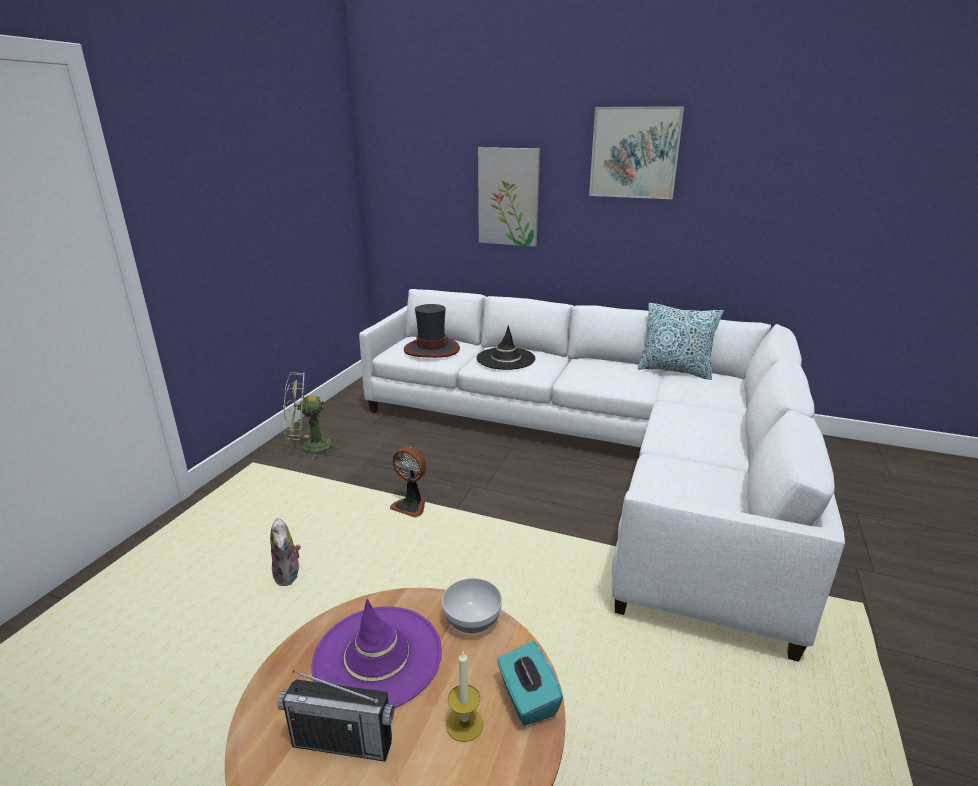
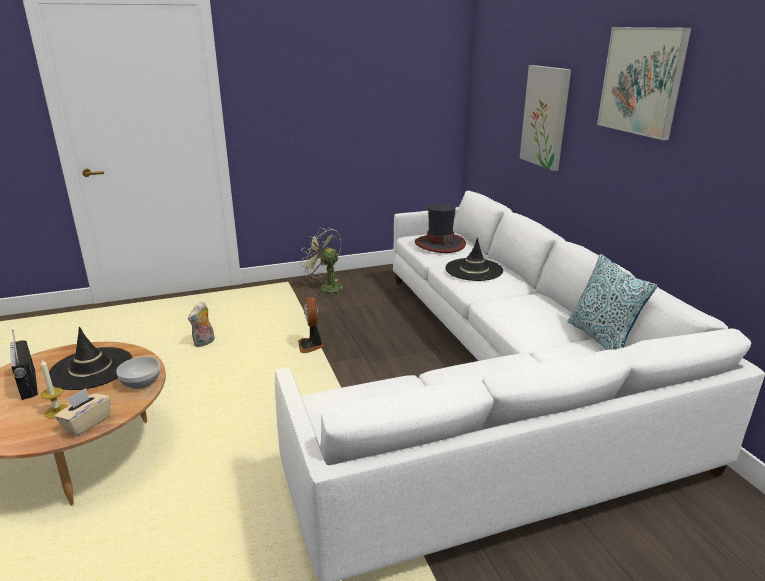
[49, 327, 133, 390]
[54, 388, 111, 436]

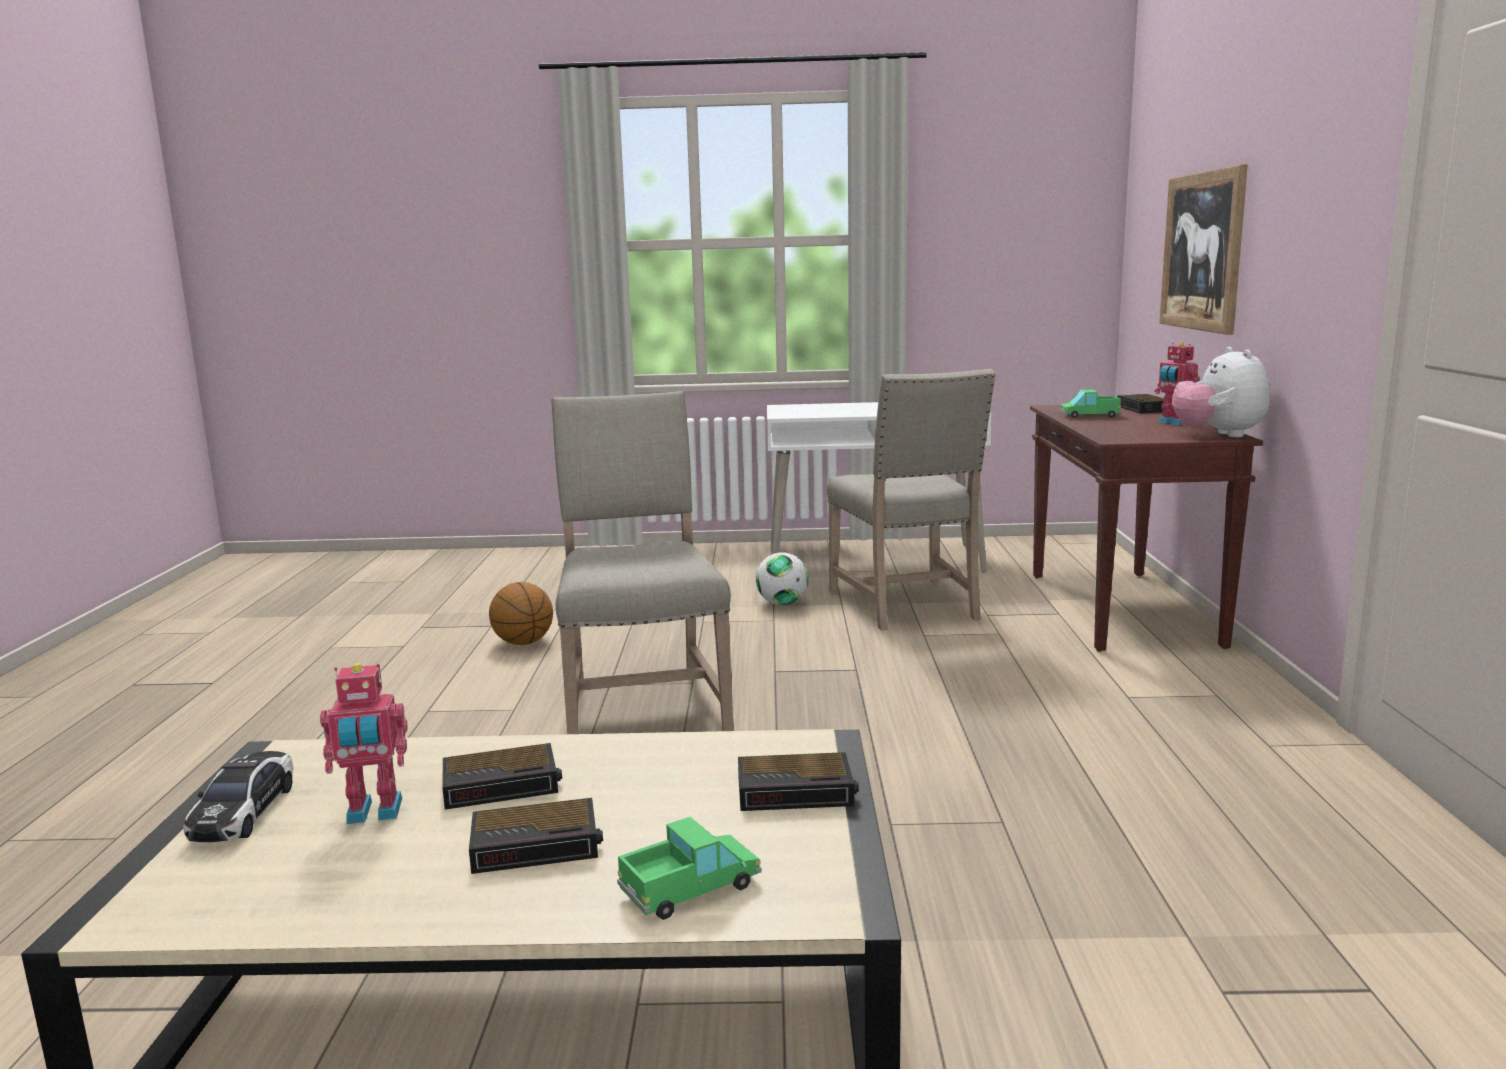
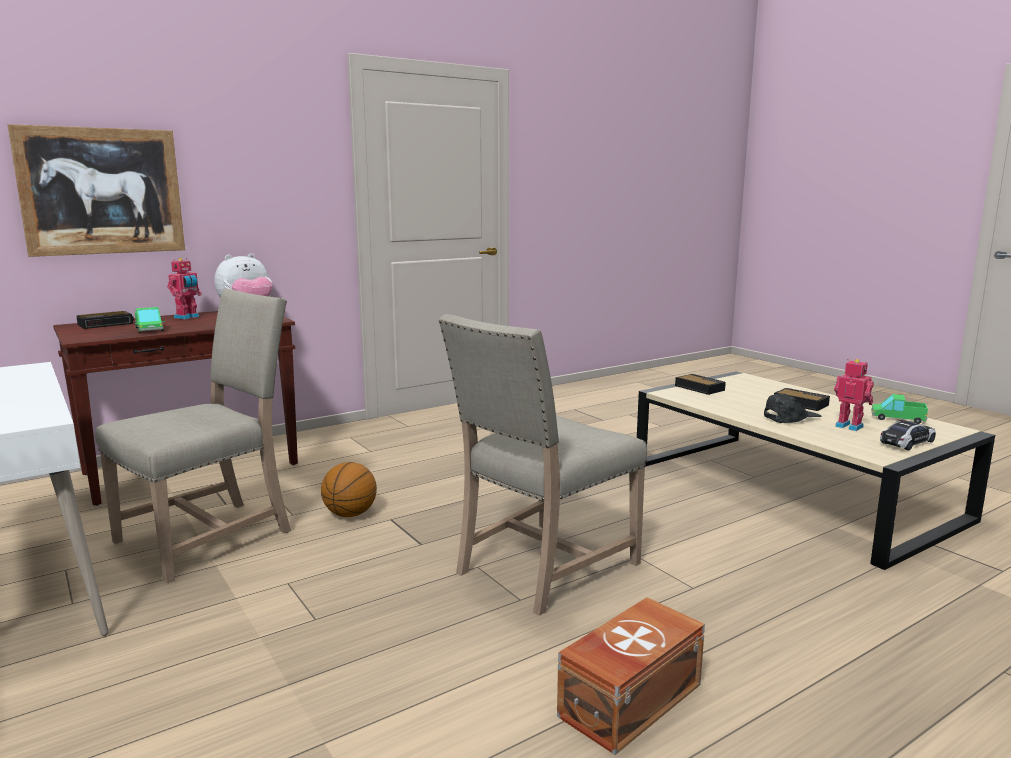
[756, 552, 809, 605] (first image)
[557, 597, 705, 755]
[321, 462, 377, 517]
[871, 394, 928, 424]
[764, 394, 822, 423]

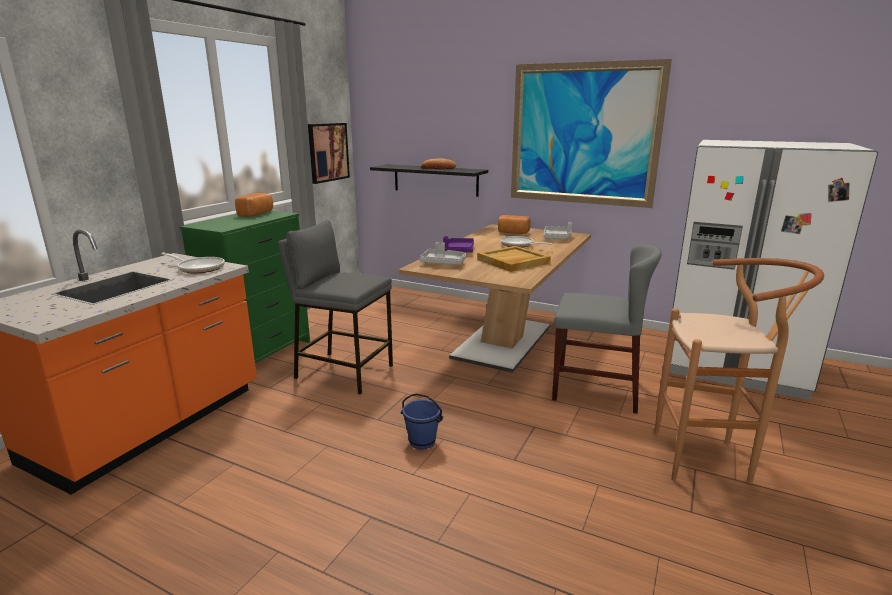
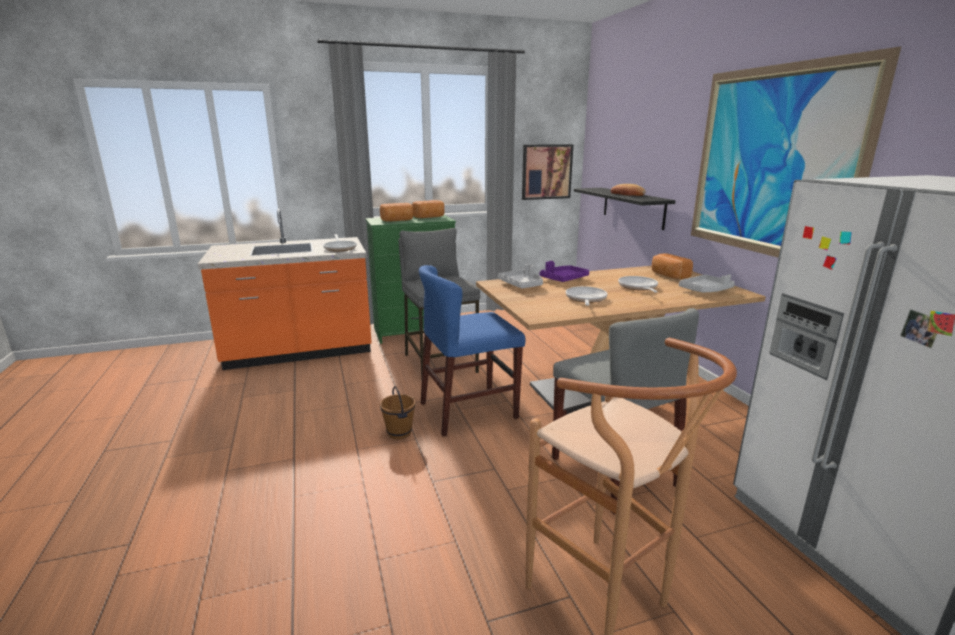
[380, 203, 413, 222]
[419, 265, 526, 436]
[566, 286, 607, 306]
[380, 386, 416, 439]

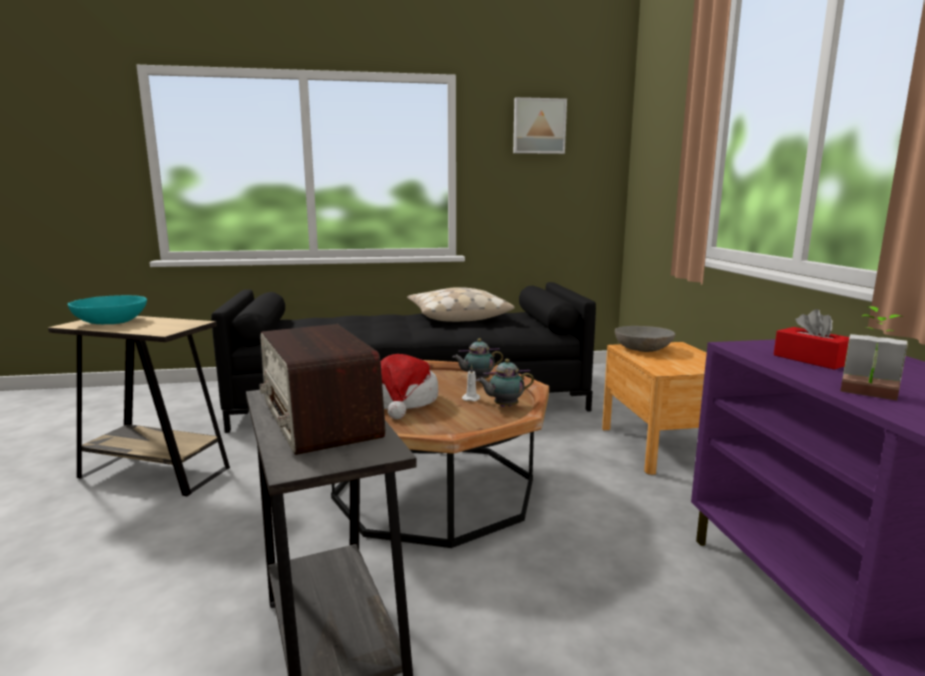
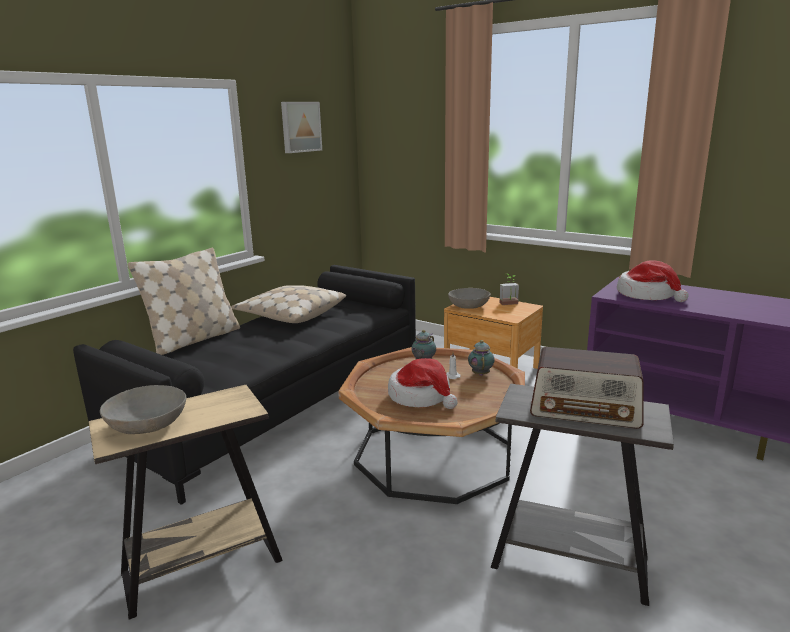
[128, 248, 240, 355]
[500, 274, 519, 305]
[617, 260, 689, 302]
[100, 385, 186, 434]
[468, 340, 495, 376]

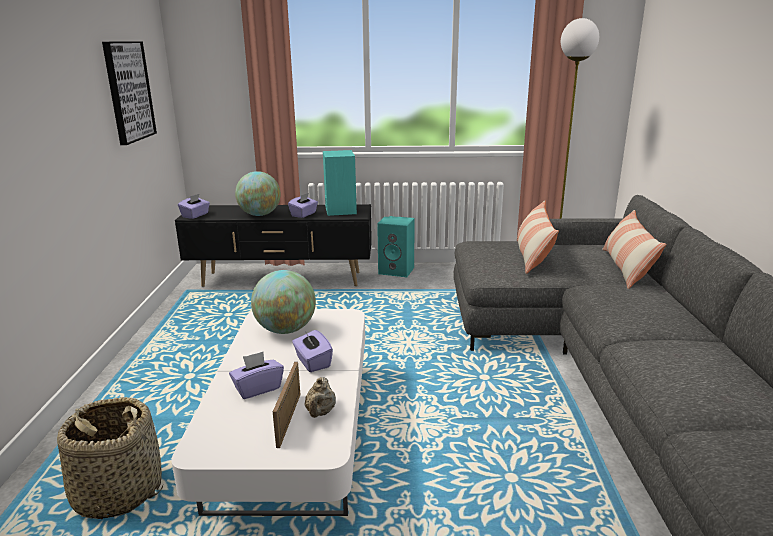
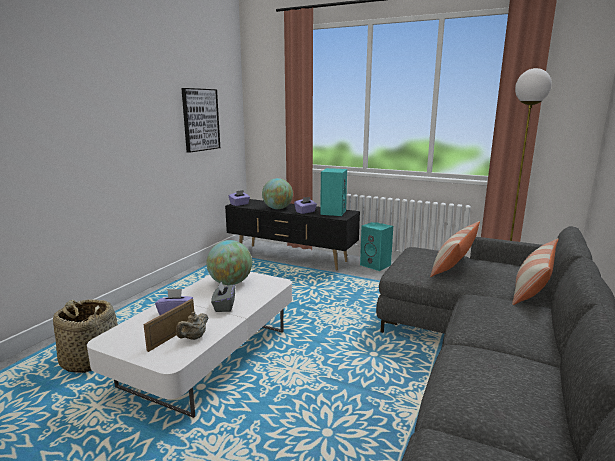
[211, 281, 235, 312]

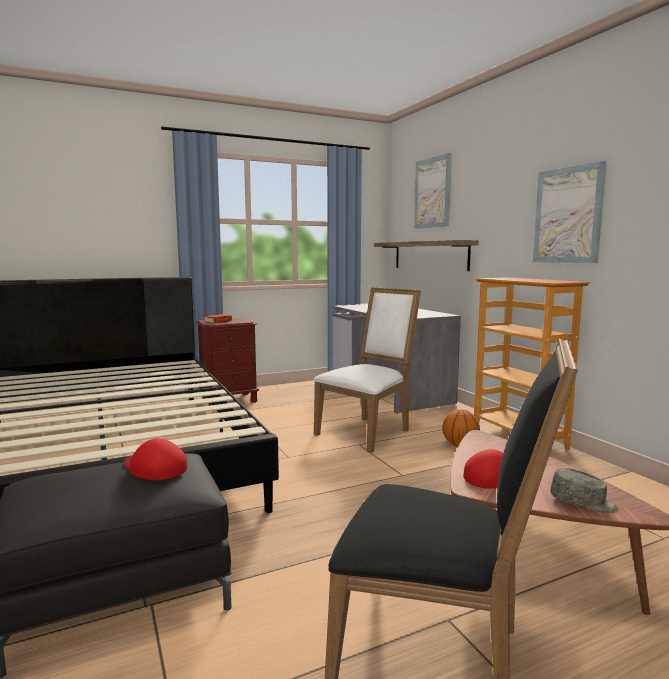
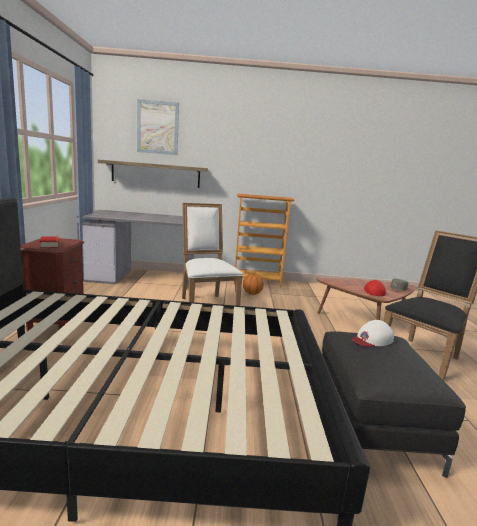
[533, 161, 607, 263] (first image)
[352, 320, 394, 347]

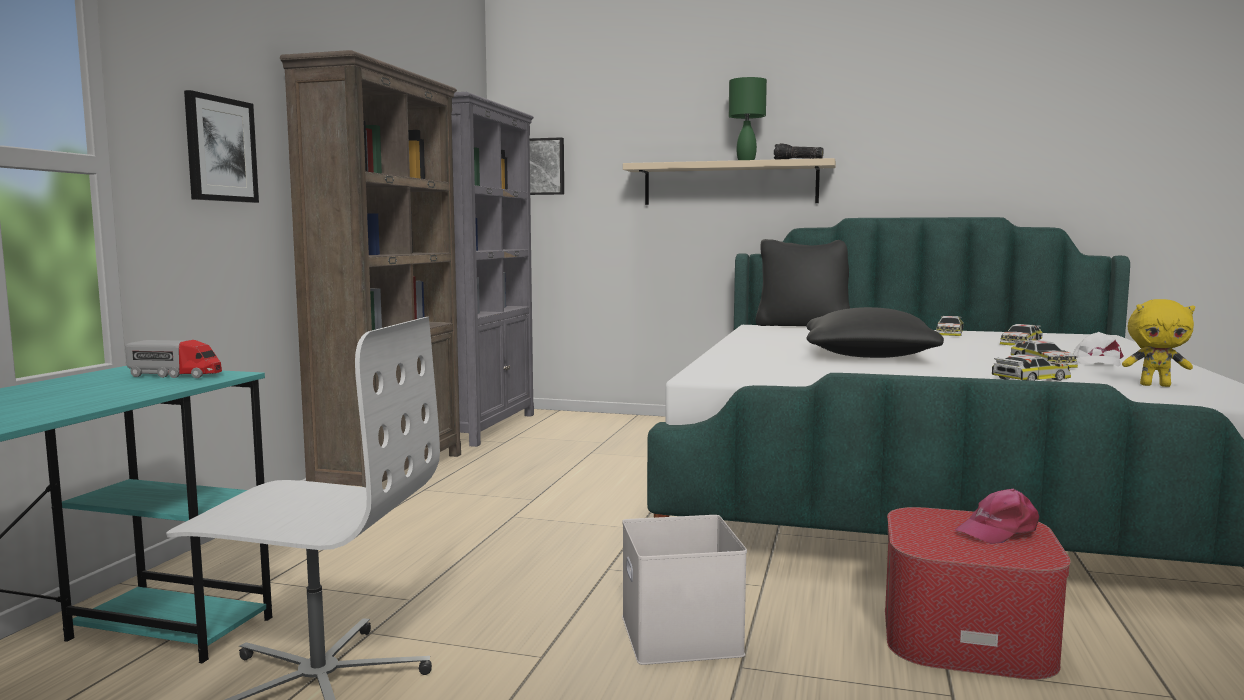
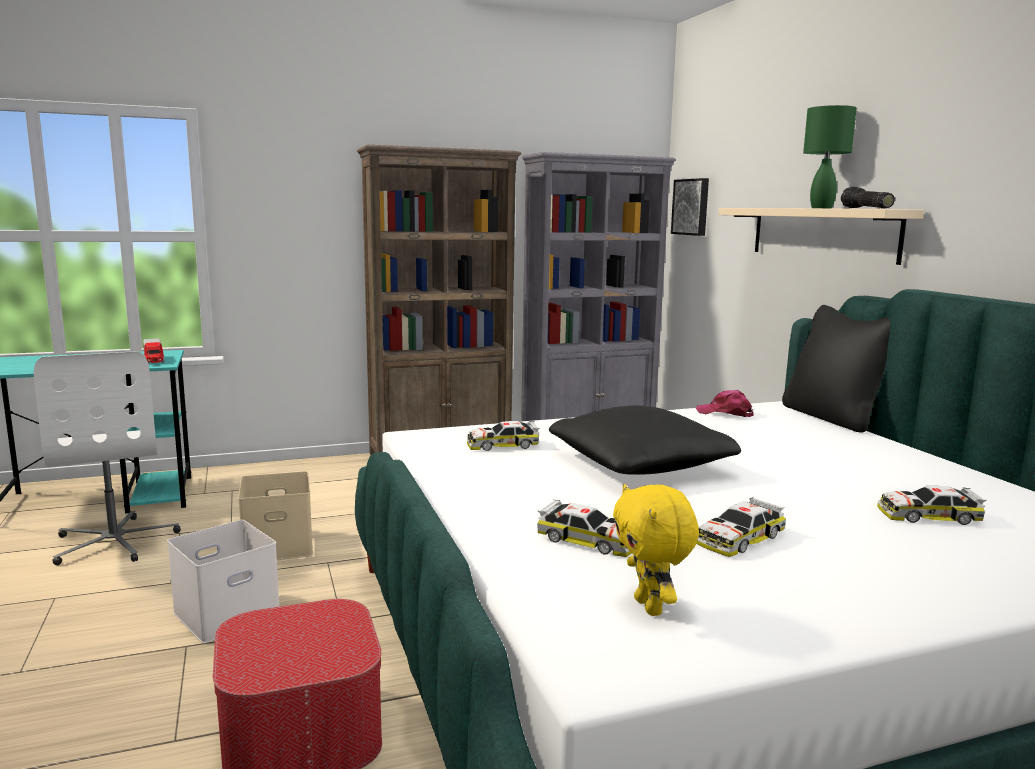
[184, 90, 259, 203] (first image)
[1073, 332, 1124, 367] (first image)
[238, 471, 313, 560]
[467, 421, 540, 451]
[696, 390, 753, 417]

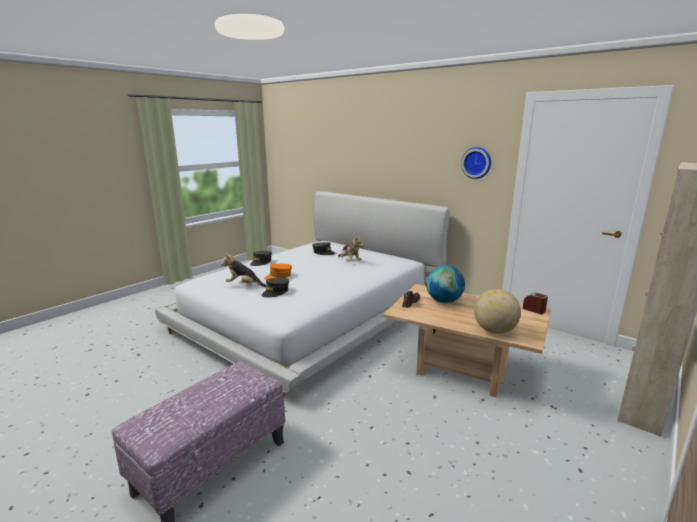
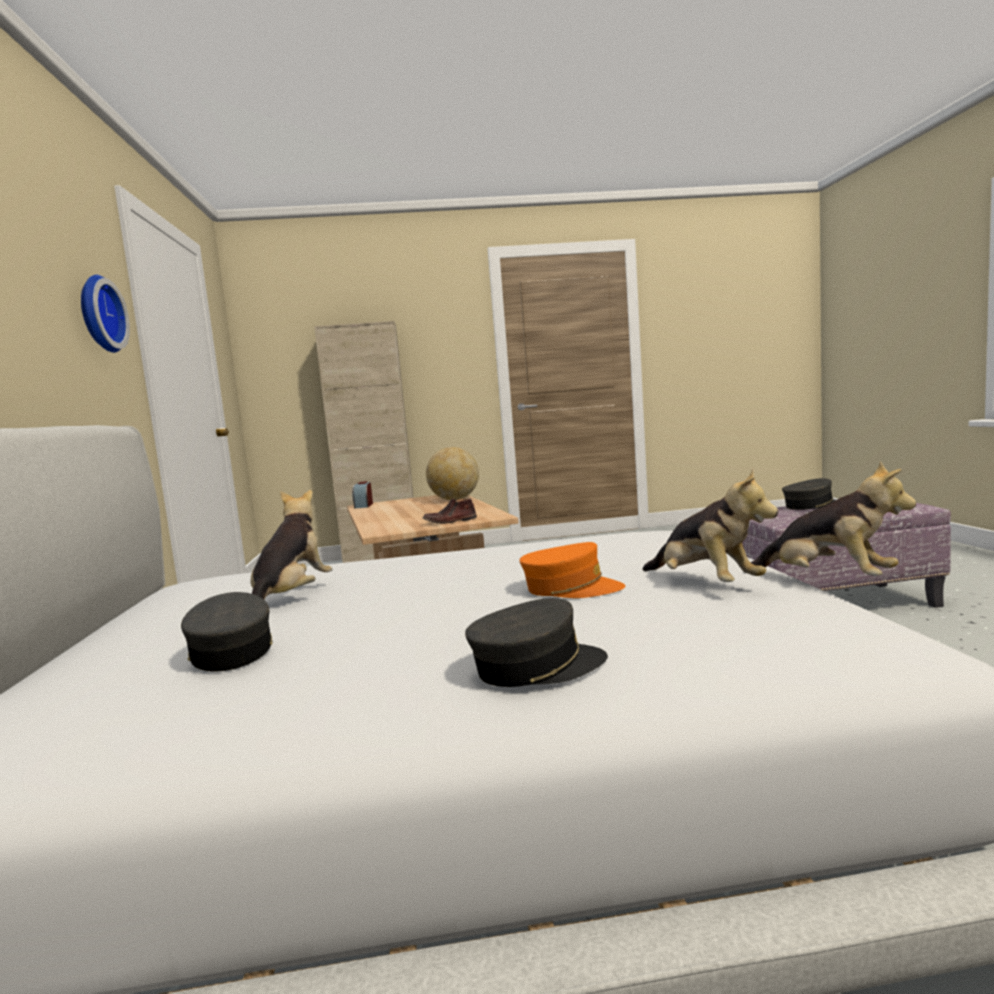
[426, 265, 465, 303] (first image)
[744, 462, 916, 576]
[782, 478, 836, 510]

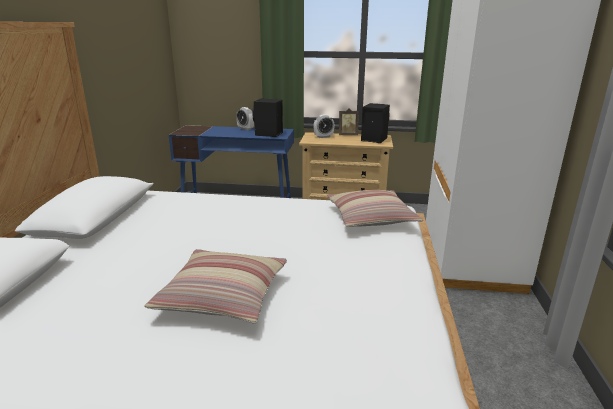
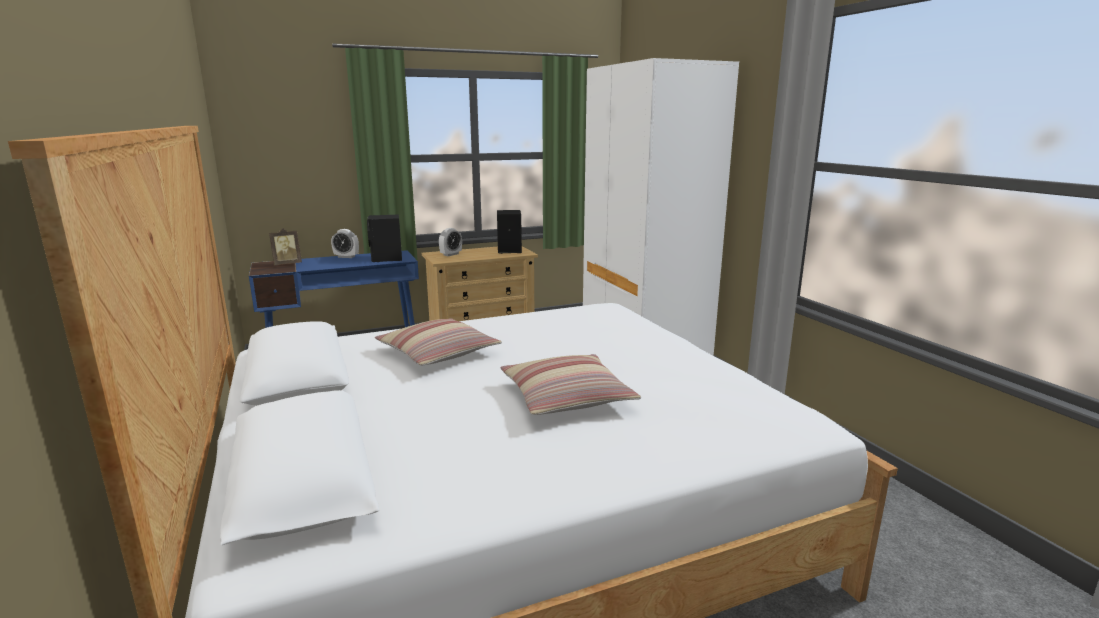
[375, 318, 502, 365]
[269, 228, 302, 265]

